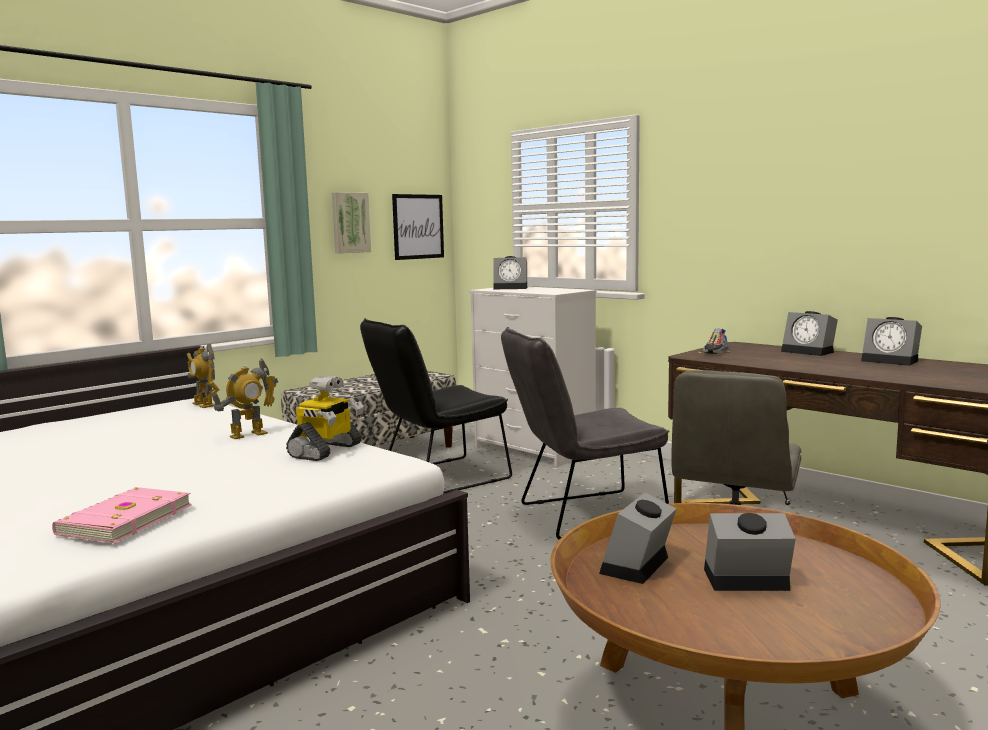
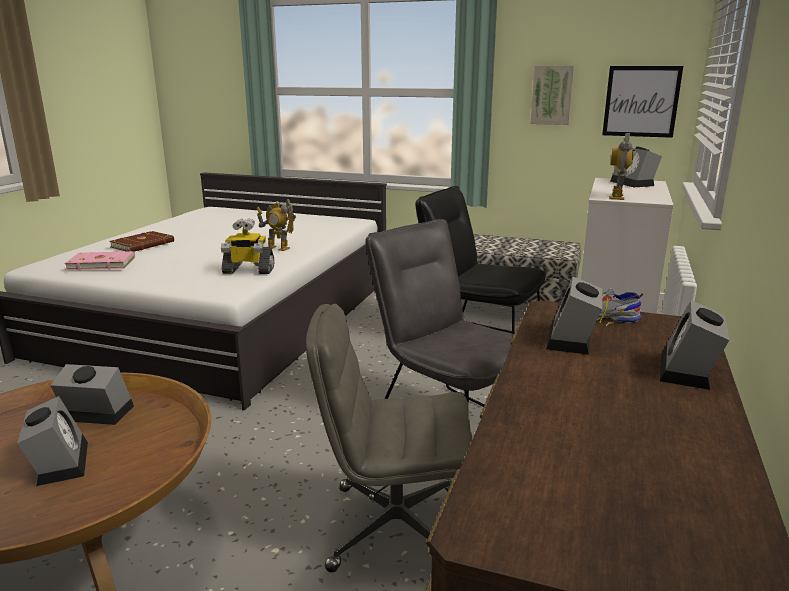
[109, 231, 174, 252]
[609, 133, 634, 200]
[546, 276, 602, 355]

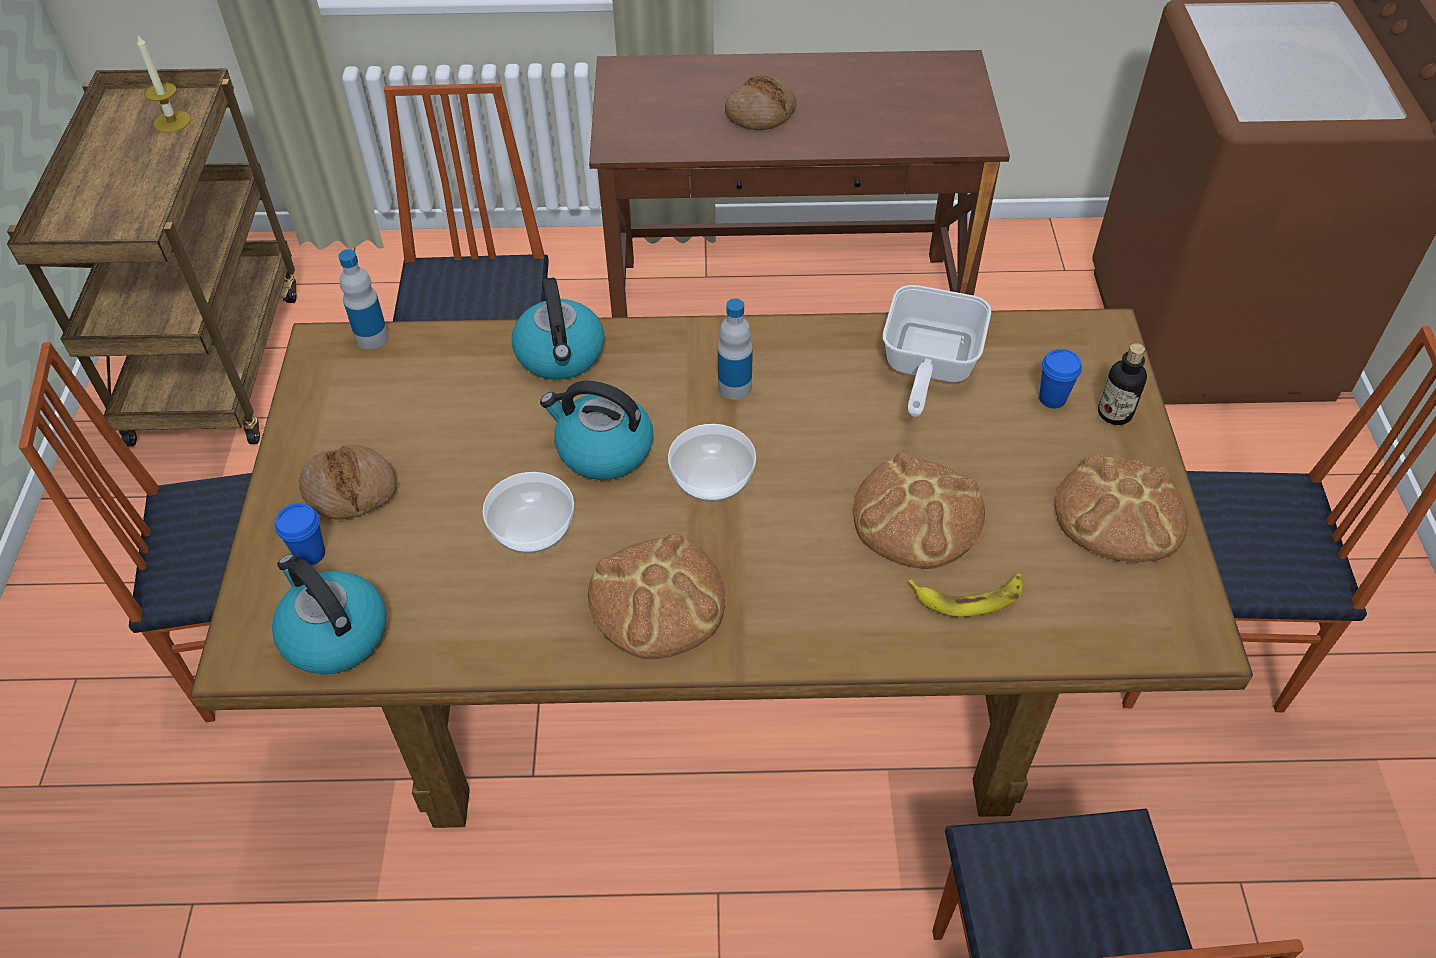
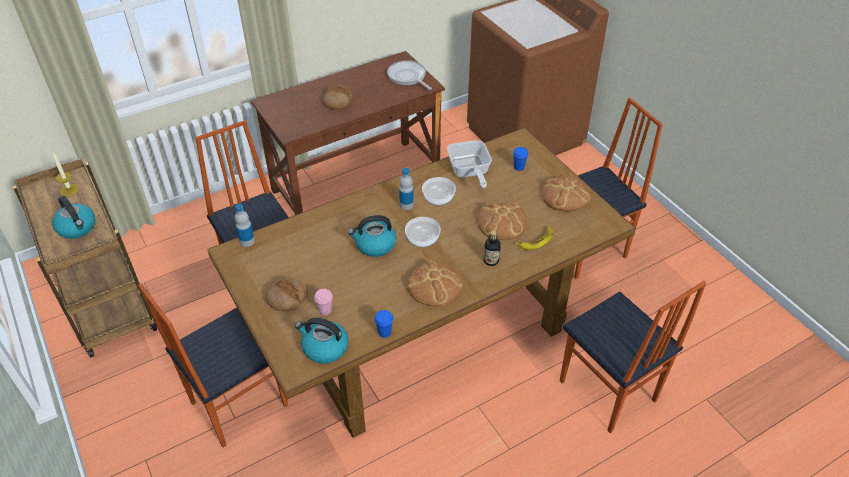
[314, 289, 333, 316]
[387, 61, 432, 90]
[374, 310, 393, 338]
[422, 177, 456, 205]
[52, 196, 95, 239]
[484, 231, 501, 266]

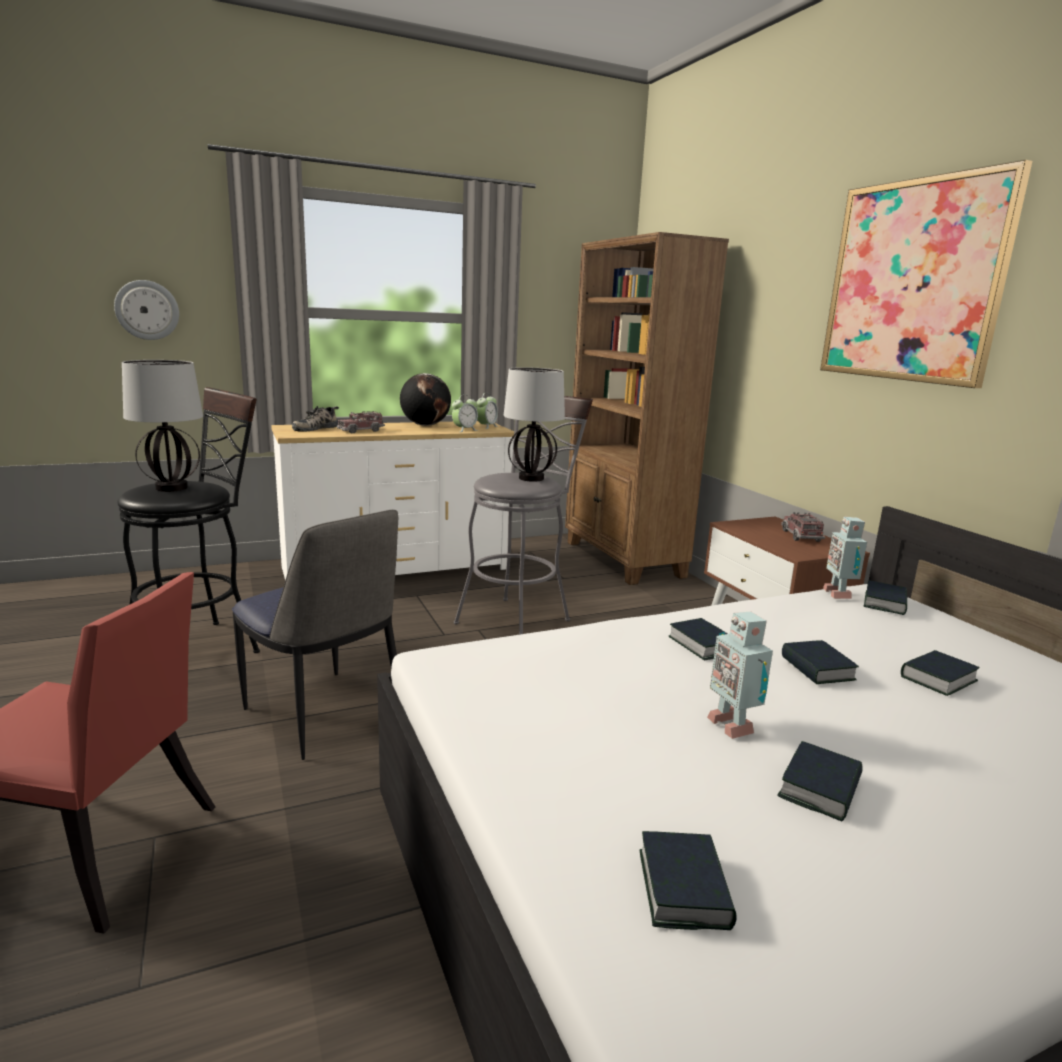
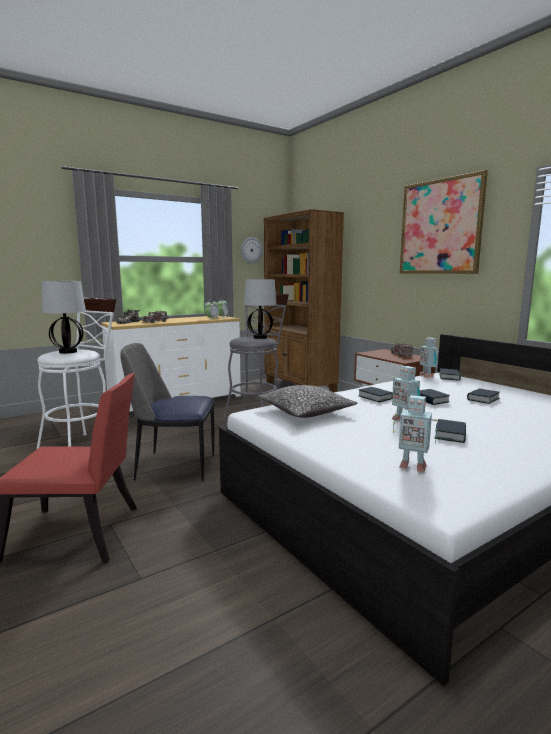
[400, 373, 451, 426] (first image)
[257, 385, 358, 418]
[241, 237, 263, 264]
[393, 395, 437, 472]
[36, 298, 116, 450]
[120, 343, 214, 481]

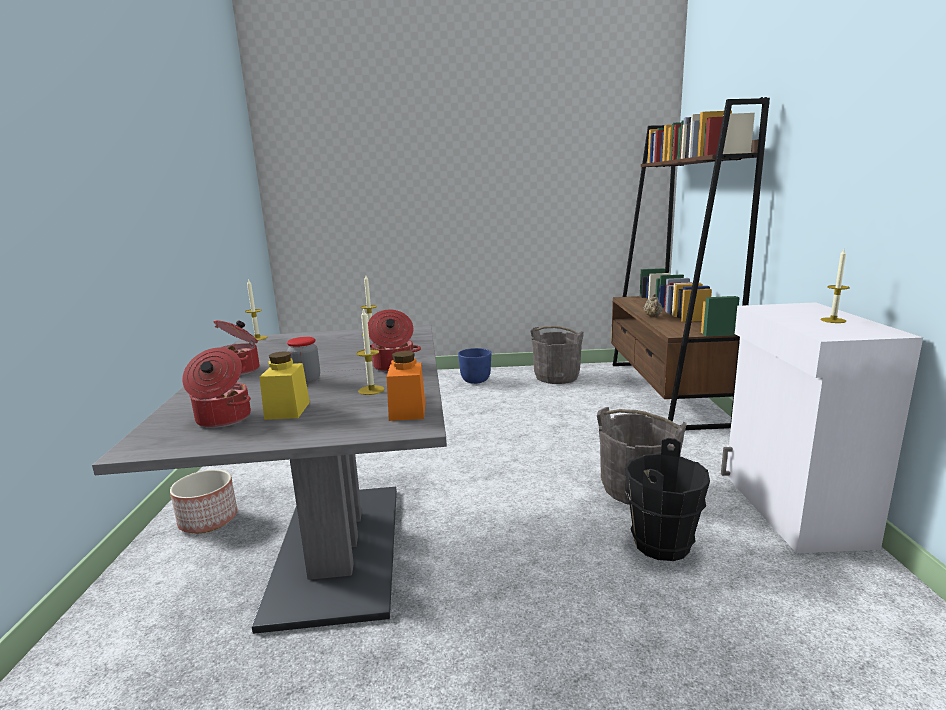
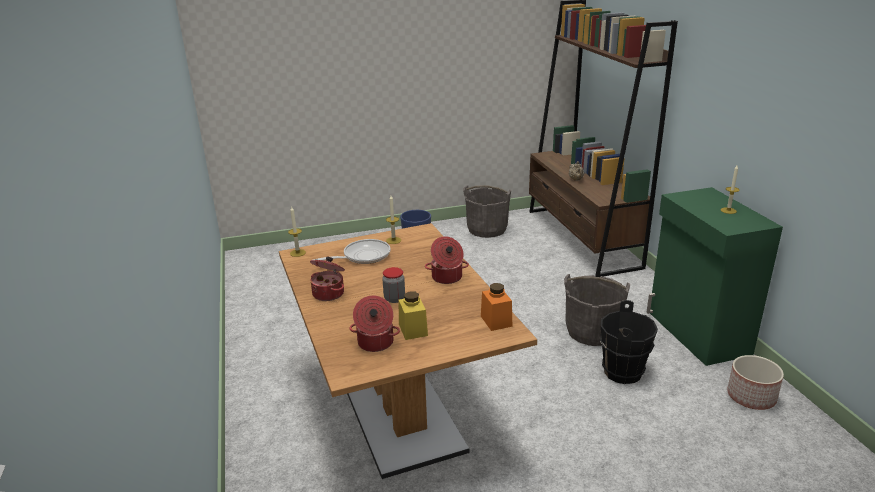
[356, 308, 384, 395] (first image)
[313, 239, 390, 264]
[727, 355, 784, 410]
[279, 223, 537, 479]
[646, 187, 783, 366]

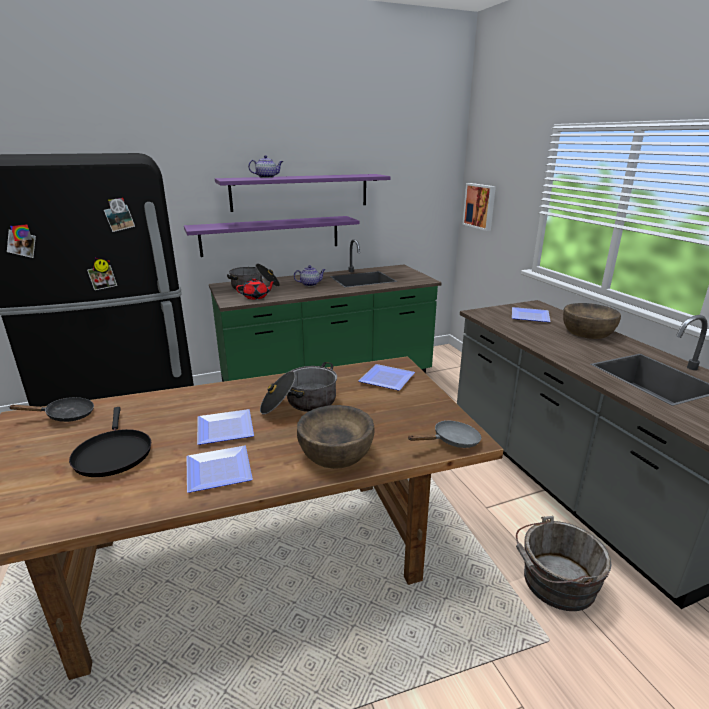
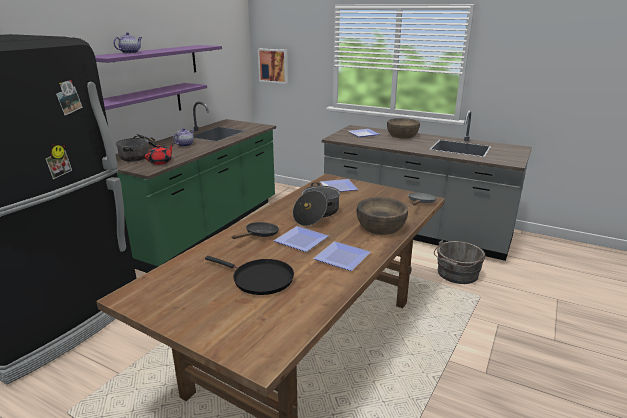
[232, 222, 279, 239]

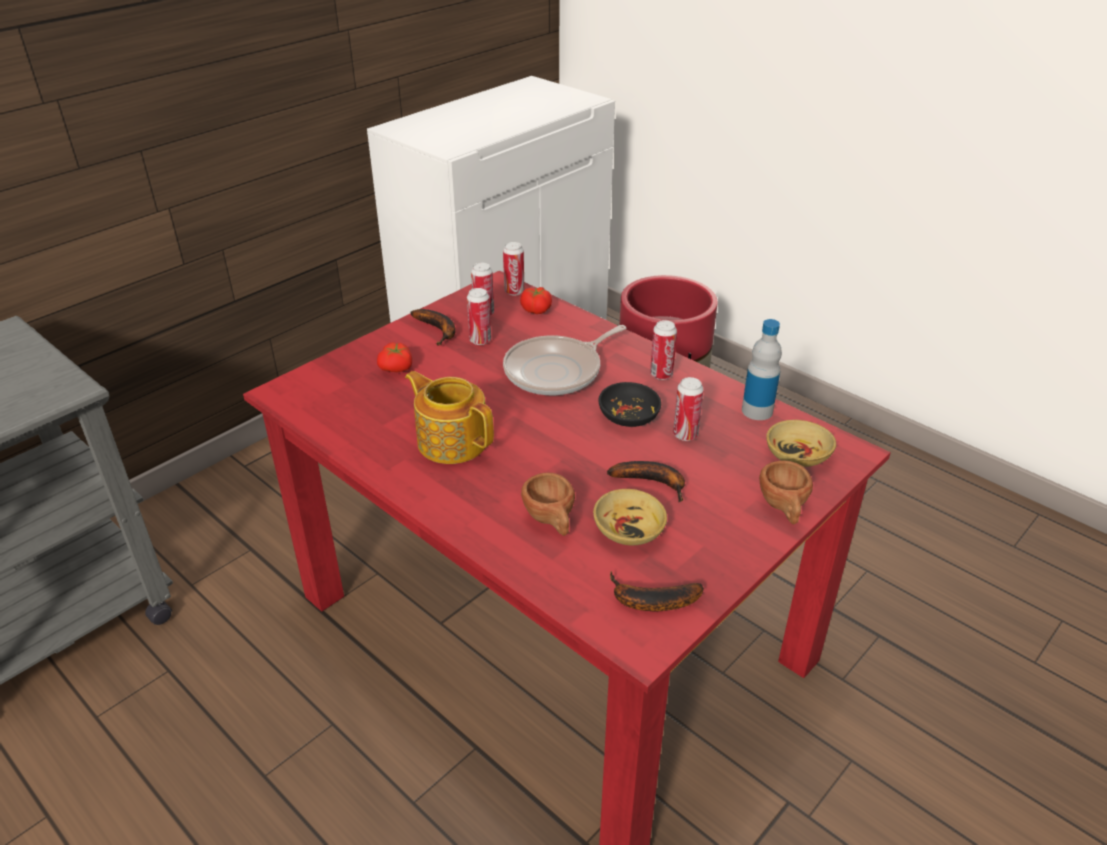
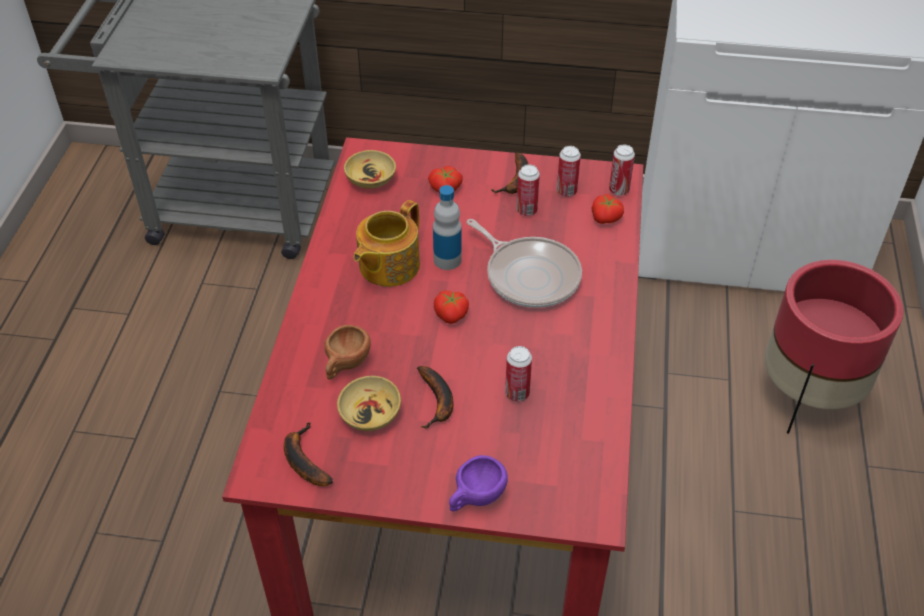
[598, 382, 661, 427] (first image)
[650, 320, 677, 380] (first image)
[434, 291, 469, 324]
[433, 185, 462, 270]
[344, 150, 396, 189]
[449, 455, 508, 512]
[353, 200, 420, 287]
[466, 219, 582, 308]

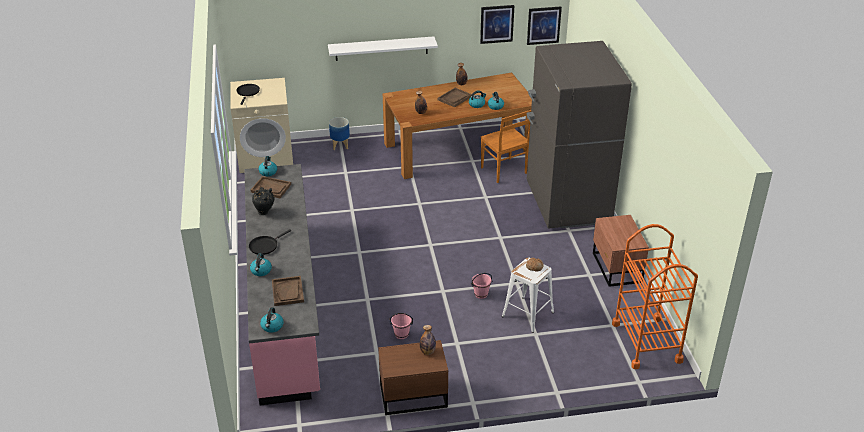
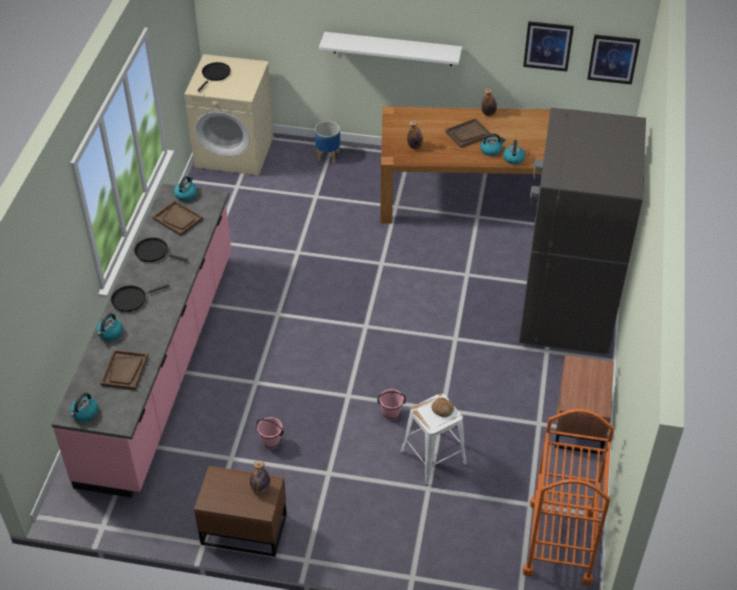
[481, 110, 531, 183] (first image)
[134, 238, 188, 262]

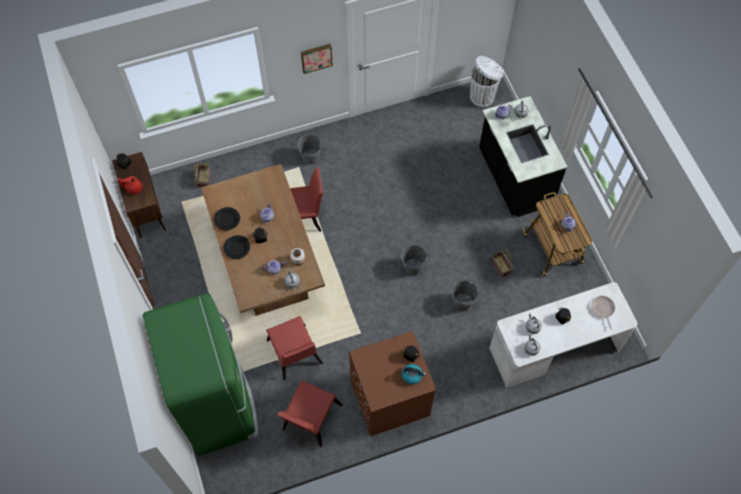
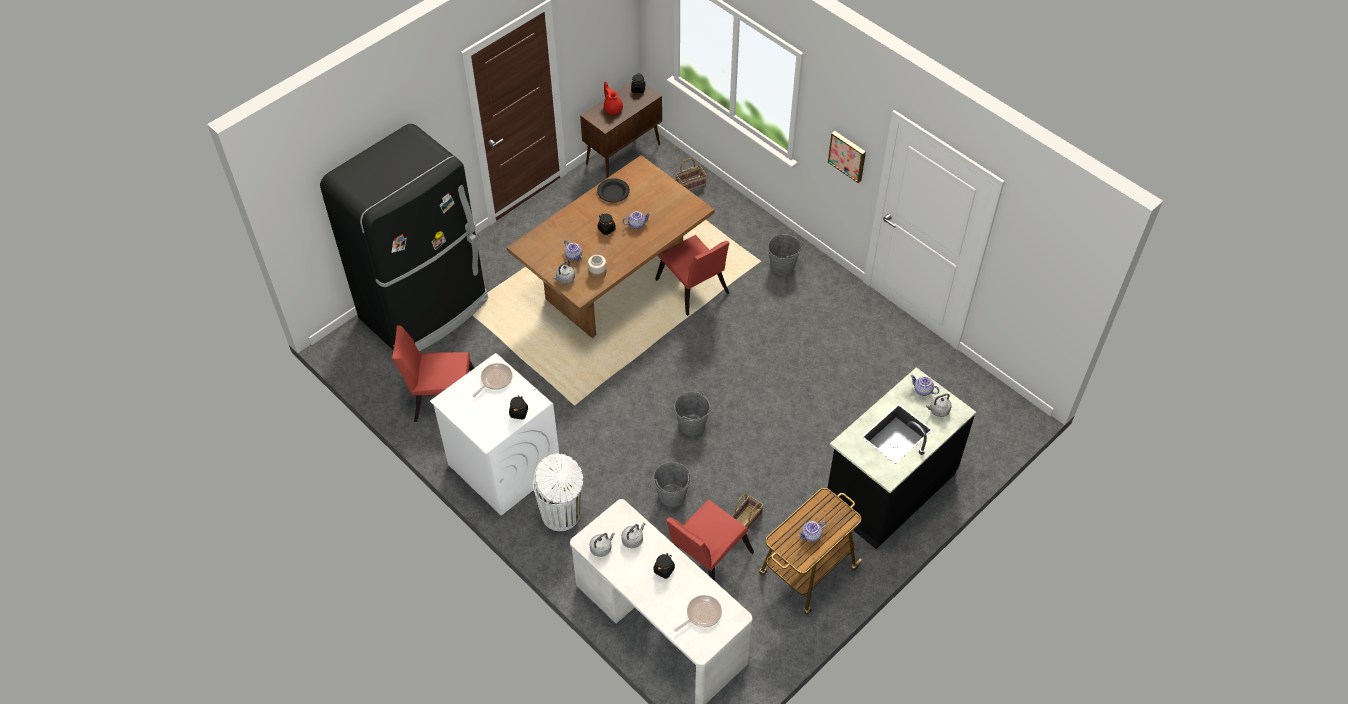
[224, 235, 250, 259] (first image)
[402, 364, 426, 384] (first image)
[472, 363, 513, 397]
[666, 499, 754, 581]
[533, 453, 583, 531]
[320, 124, 488, 351]
[430, 353, 559, 516]

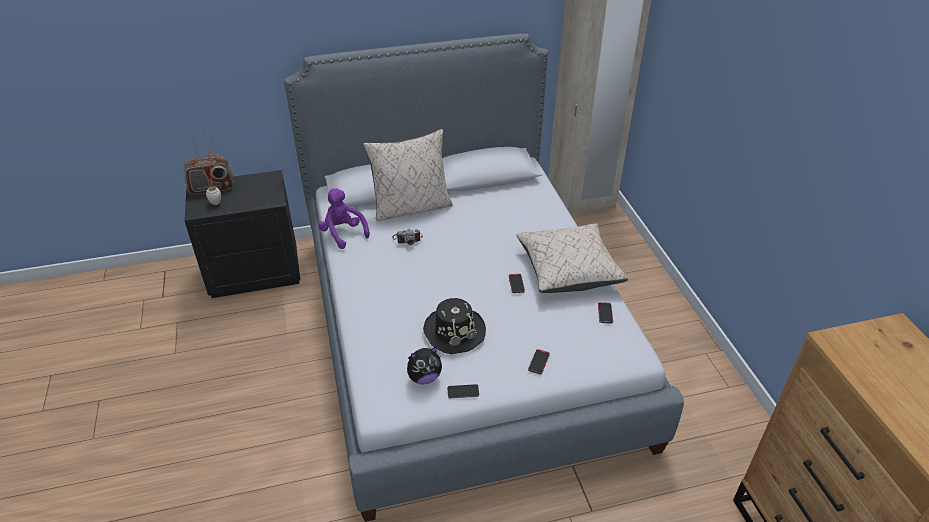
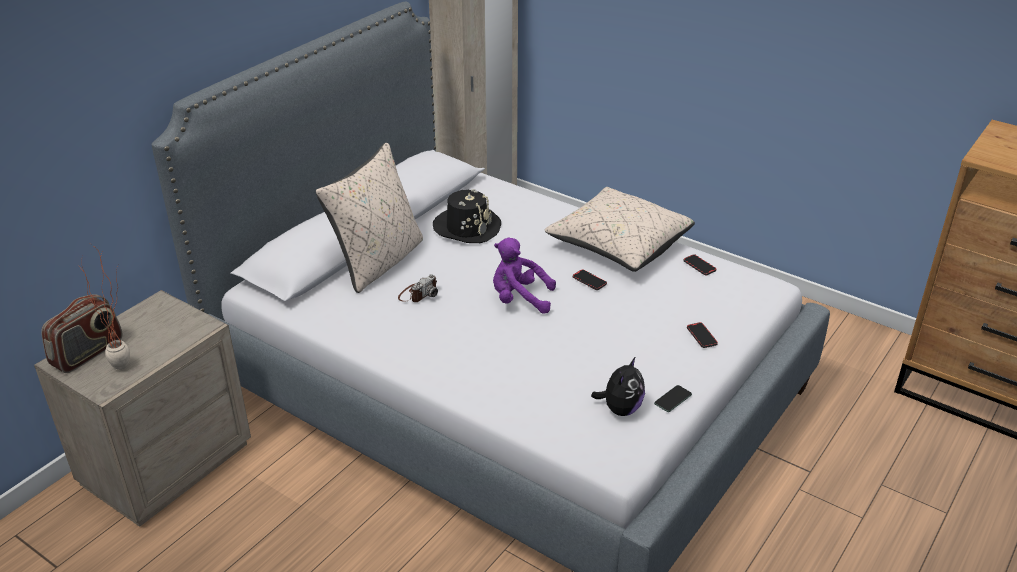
[493, 238, 556, 314]
[433, 189, 501, 243]
[34, 290, 251, 527]

